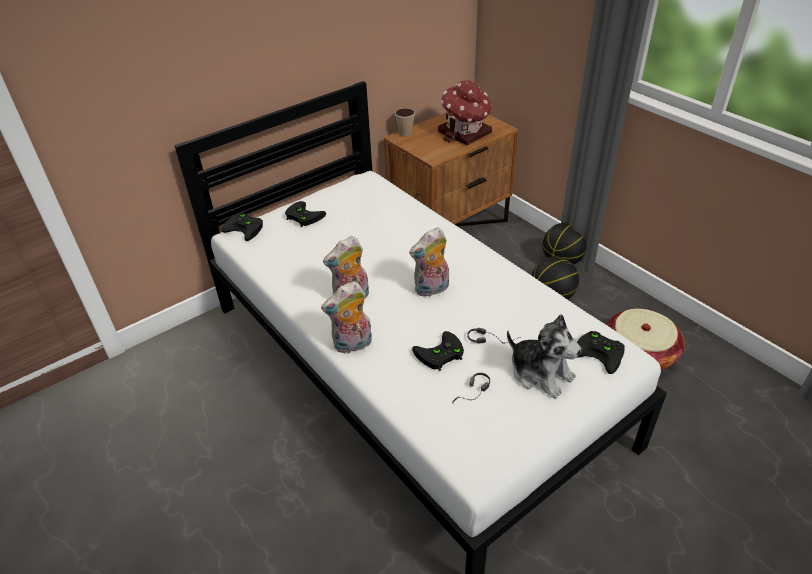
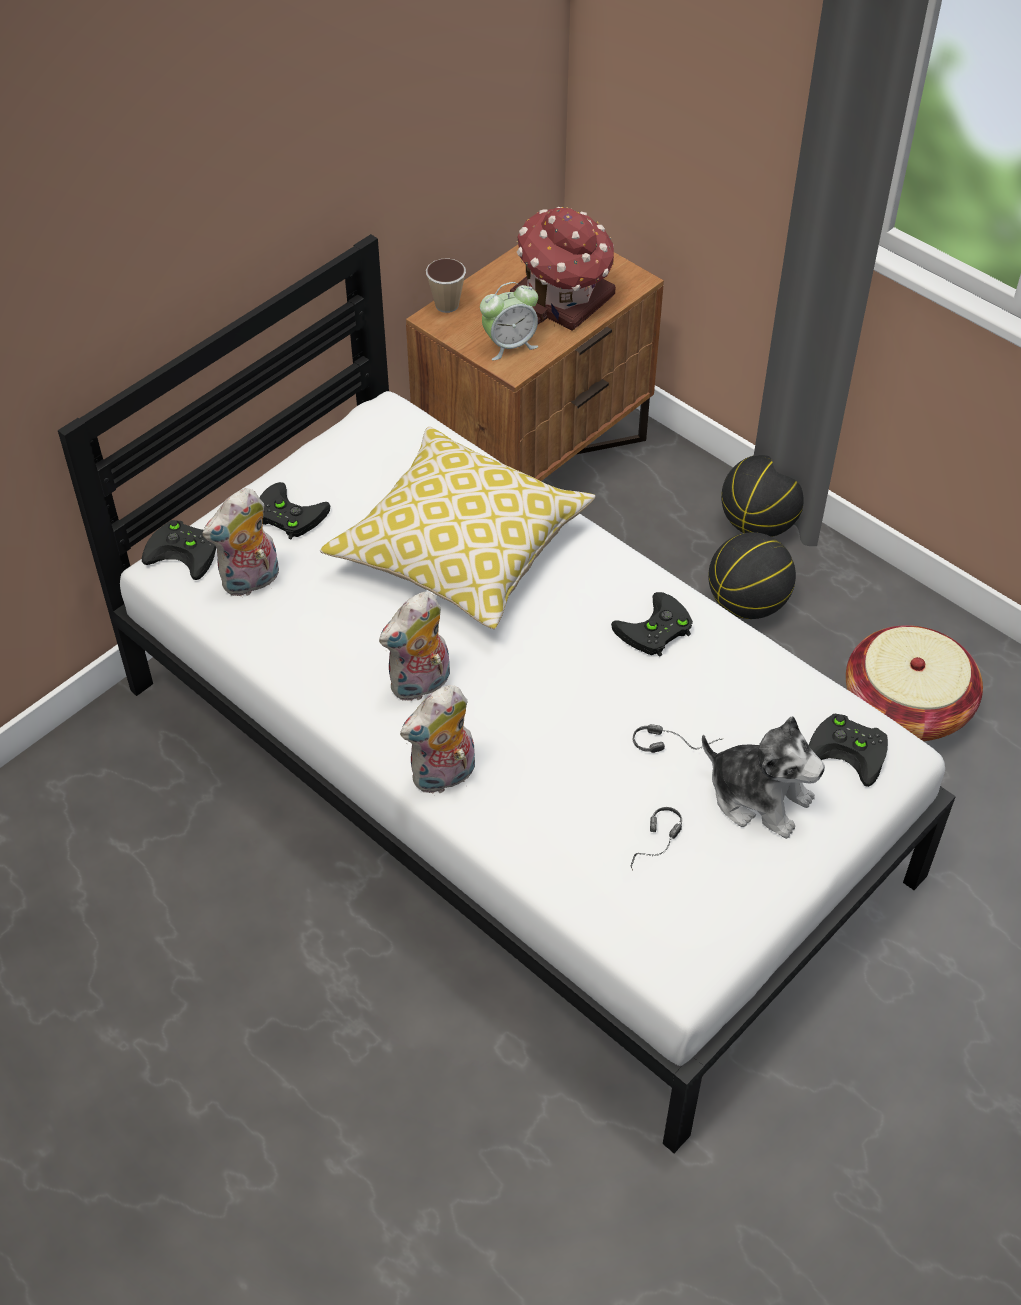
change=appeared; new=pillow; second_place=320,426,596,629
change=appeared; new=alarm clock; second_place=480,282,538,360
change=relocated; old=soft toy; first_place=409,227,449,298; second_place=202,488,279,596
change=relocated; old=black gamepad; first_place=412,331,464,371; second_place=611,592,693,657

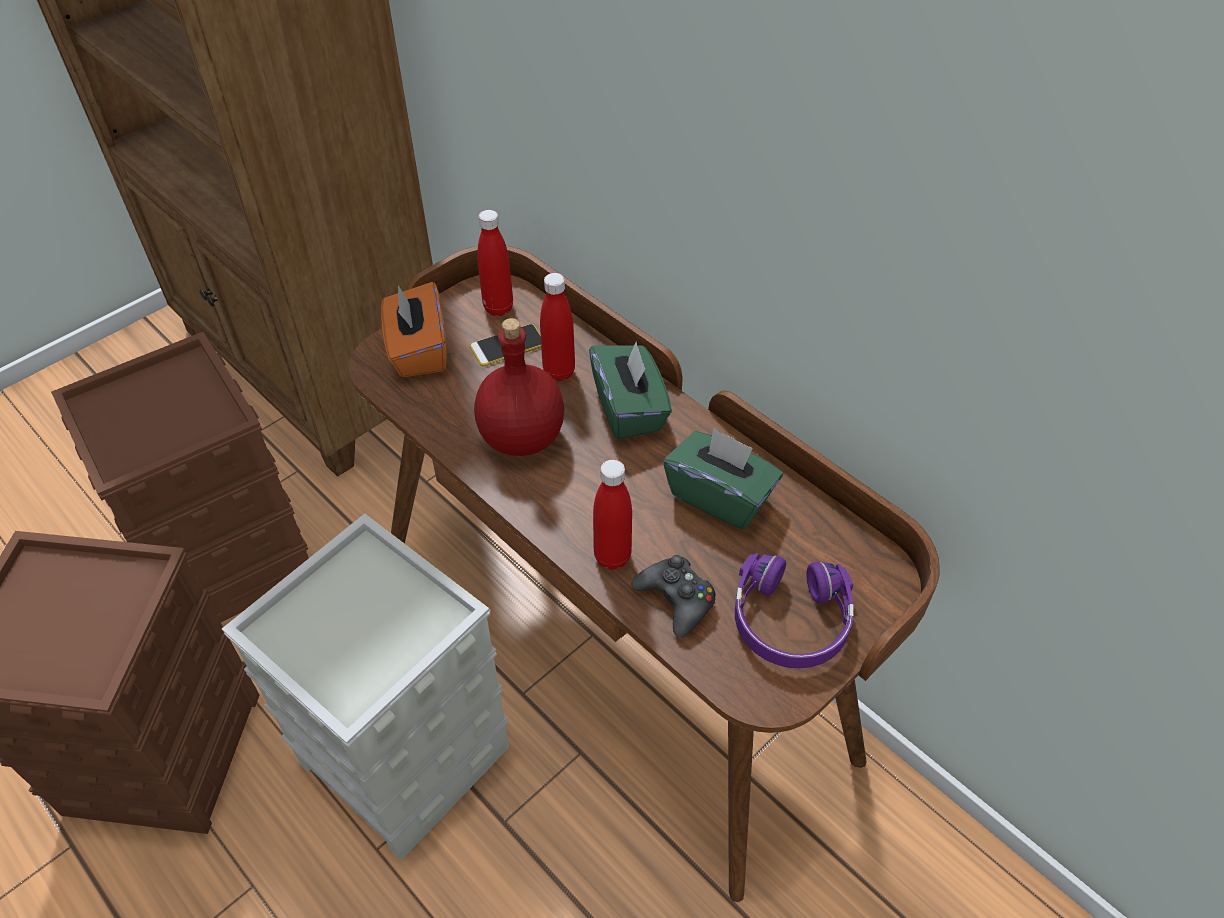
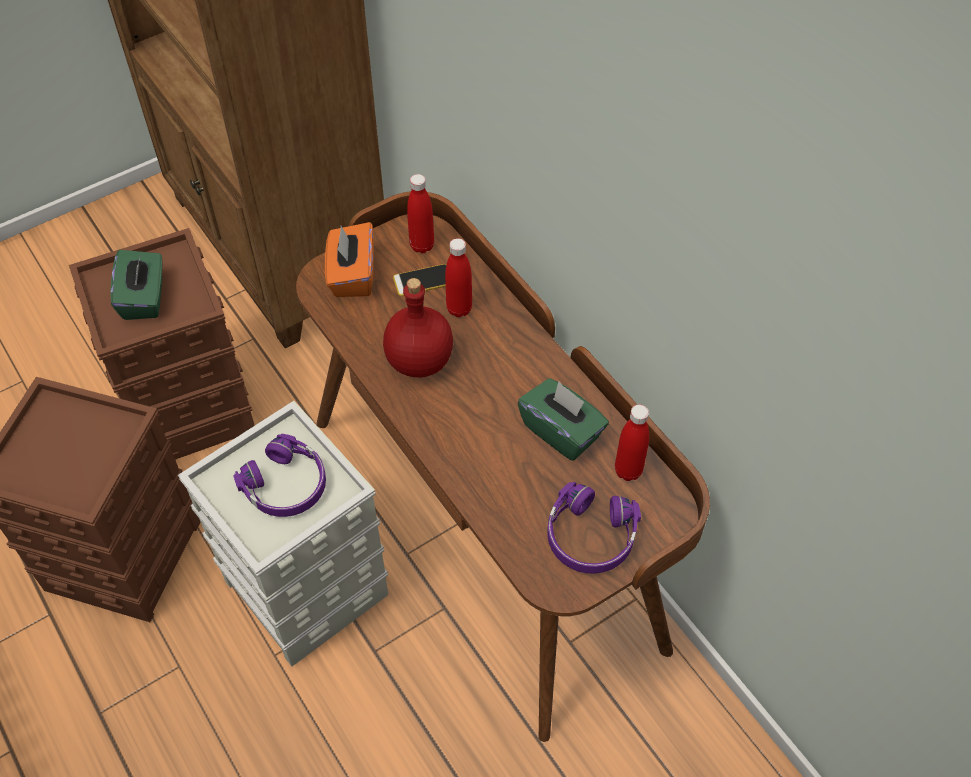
change=missing; old=black gamepad; first_place=632,555,716,638
change=appeared; new=purplish headset; second_place=234,434,326,517
change=relocated; old=green tissue box; first_place=589,340,672,440; second_place=110,250,163,320
change=relocated; old=red drink bottle; first_place=593,460,632,570; second_place=615,405,649,481

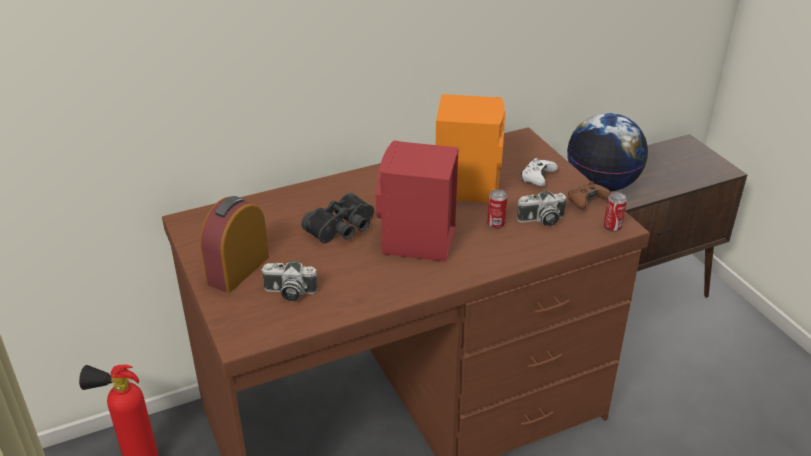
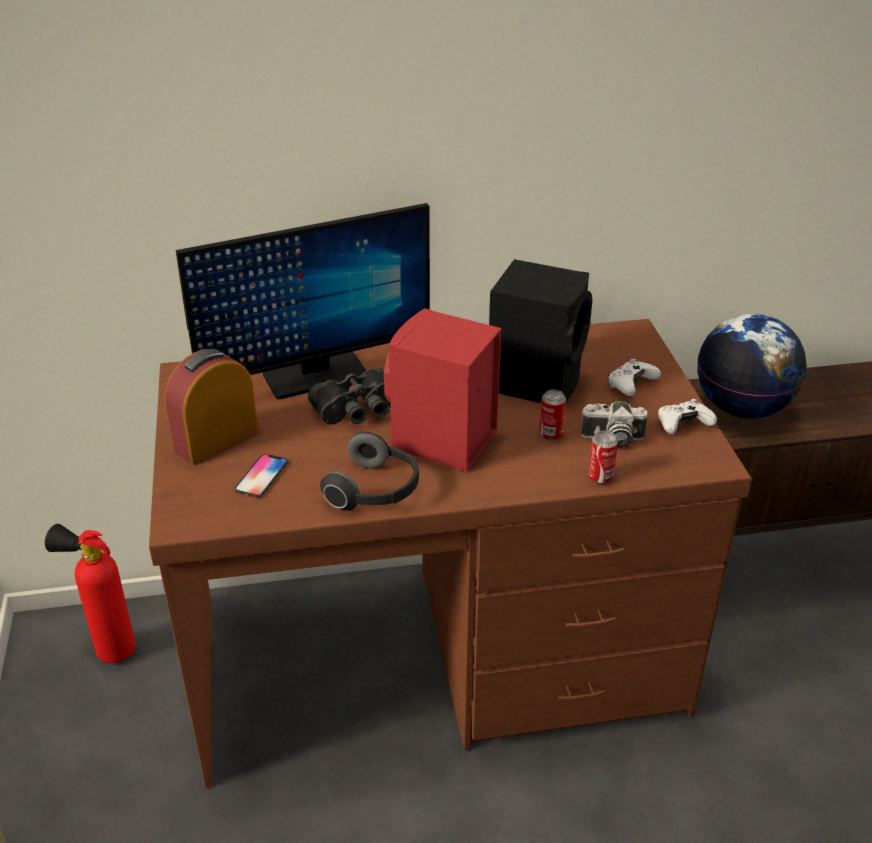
change=appeared; new=computer display; second_place=176,203,430,400
change=appeared; new=headset; second_place=320,432,419,510
change=relocated; old=can; first_place=604,192,627,232; second_place=589,431,618,484
change=exchanged; old=still camera; new=phone; first_place=261,261,318,301; second_place=234,454,288,498
change=colour; old=orange-coloured audio speaker; new=black audio speaker; first_place=436,94,506,203; second_place=489,259,592,403
change=colour; old=brown gamepad; new=white gamepad; first_place=568,181,611,210; second_place=658,399,717,434

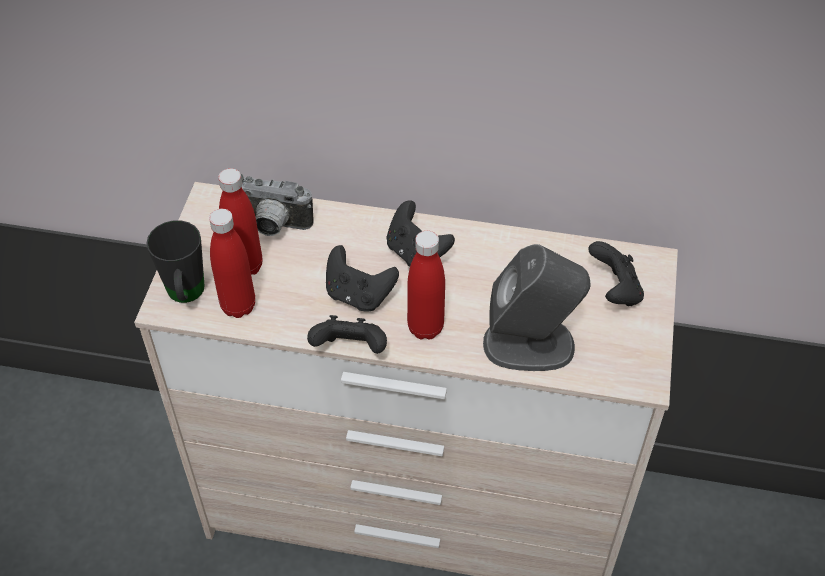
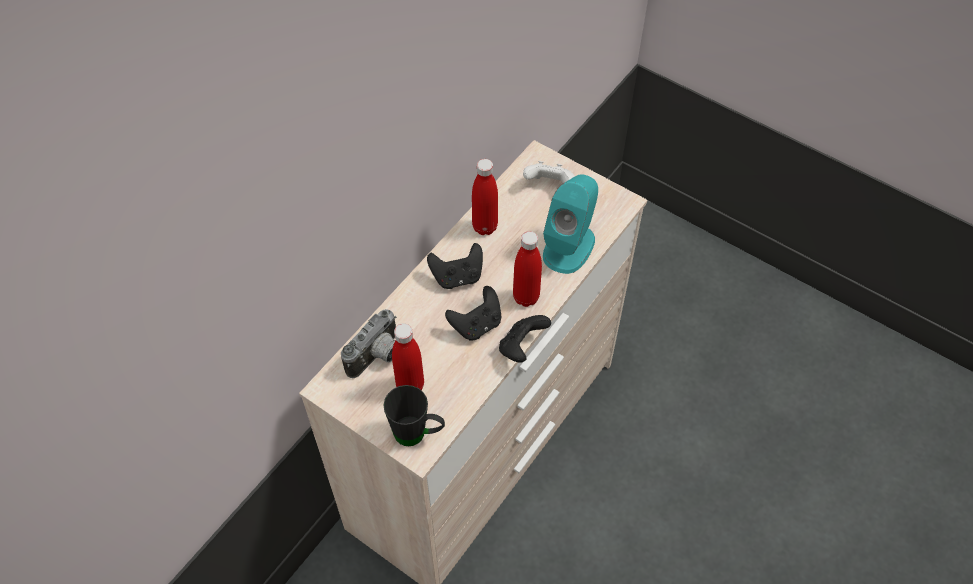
change=relocated; old=red drink bottle; first_place=209,209,255,318; second_place=472,159,498,235
change=colour; old=greyish audio speaker; new=turquoise audio speaker; first_place=483,244,590,371; second_place=543,174,598,274
change=colour; old=black gamepad; new=white gamepad; first_place=589,241,644,306; second_place=523,161,575,183

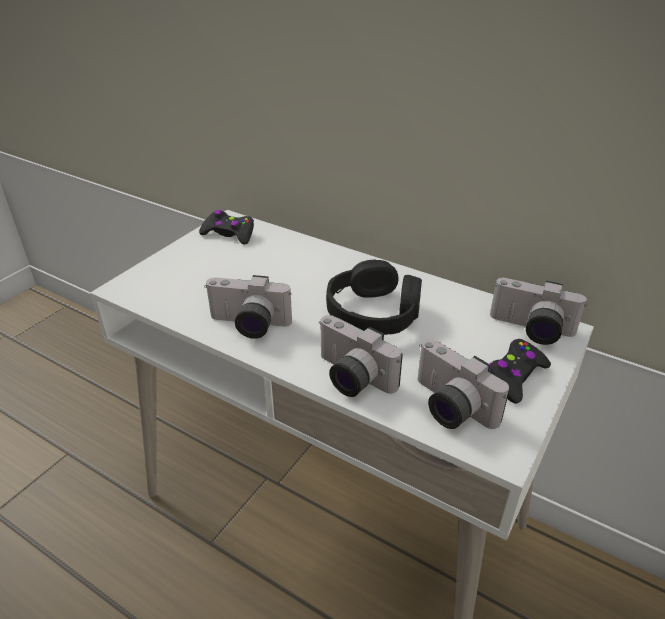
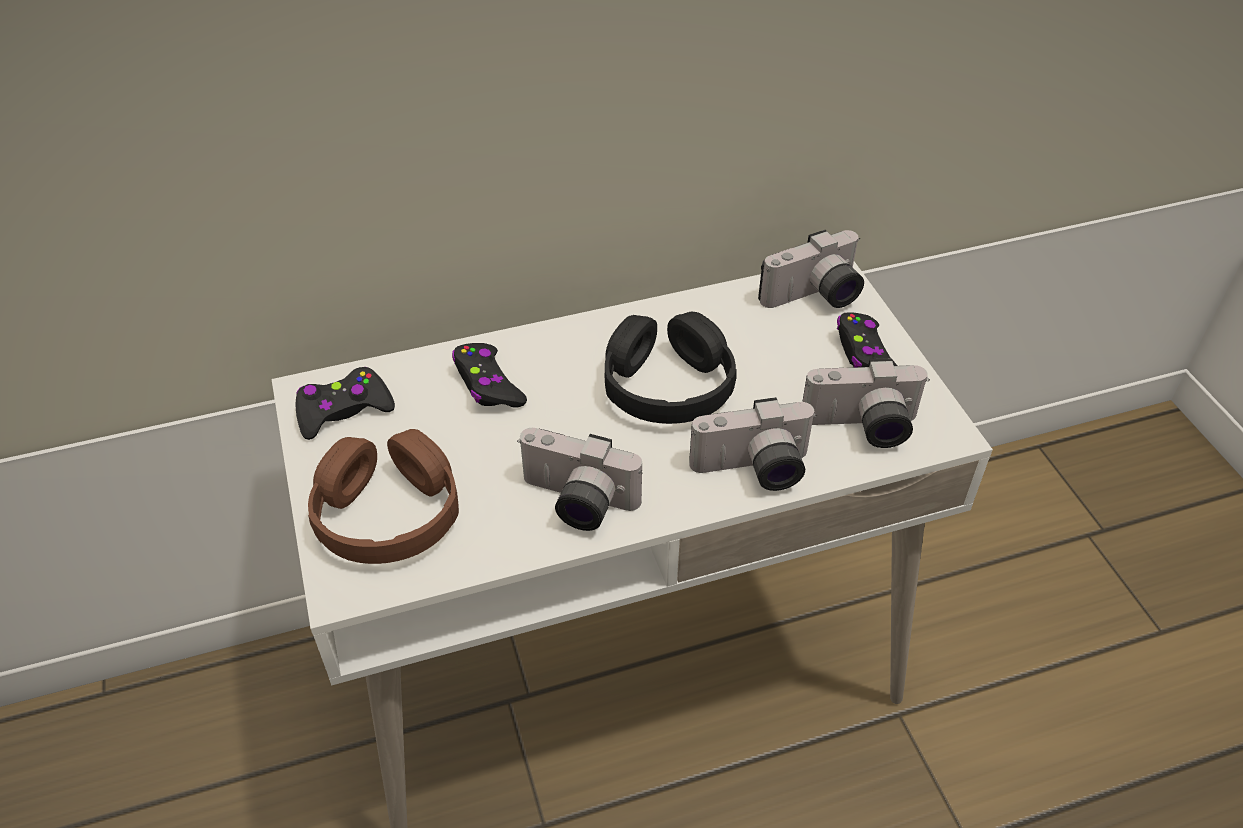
change=appeared; new=brown headset; second_place=308,429,459,564
change=appeared; new=black gamepad; second_place=452,343,527,408
change=spun; old=still camera; first_place=204,275,292,339; second_place=517,428,643,531; degrees=60

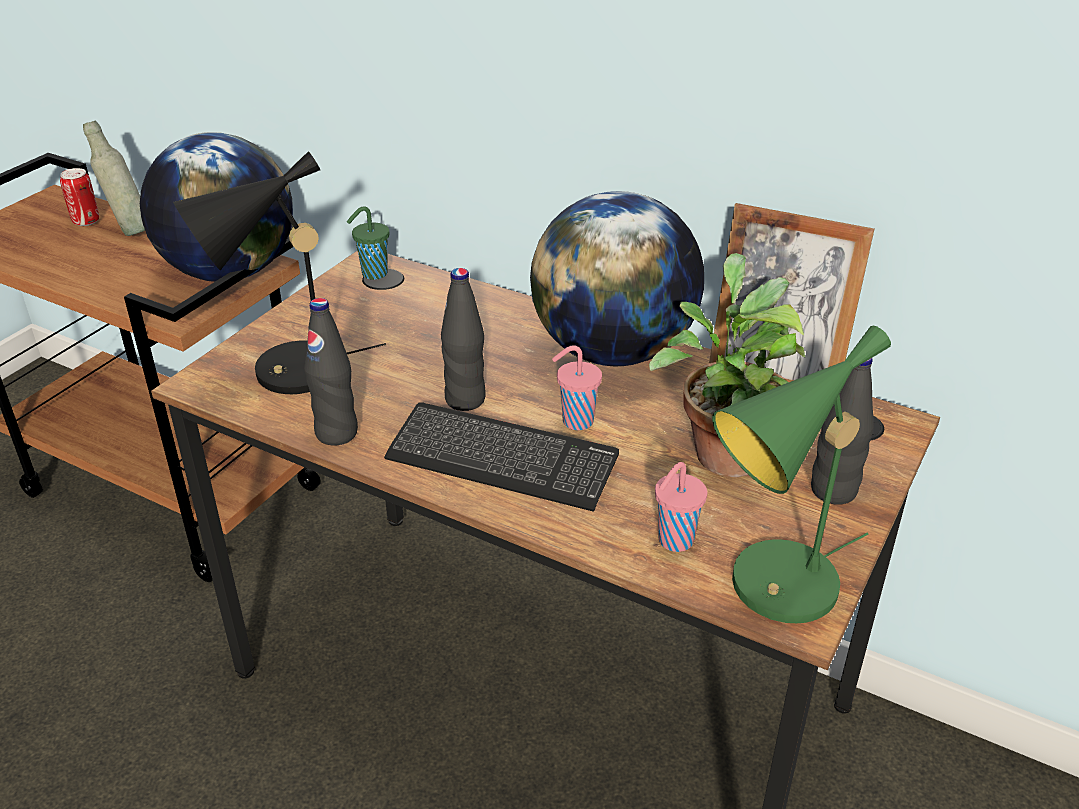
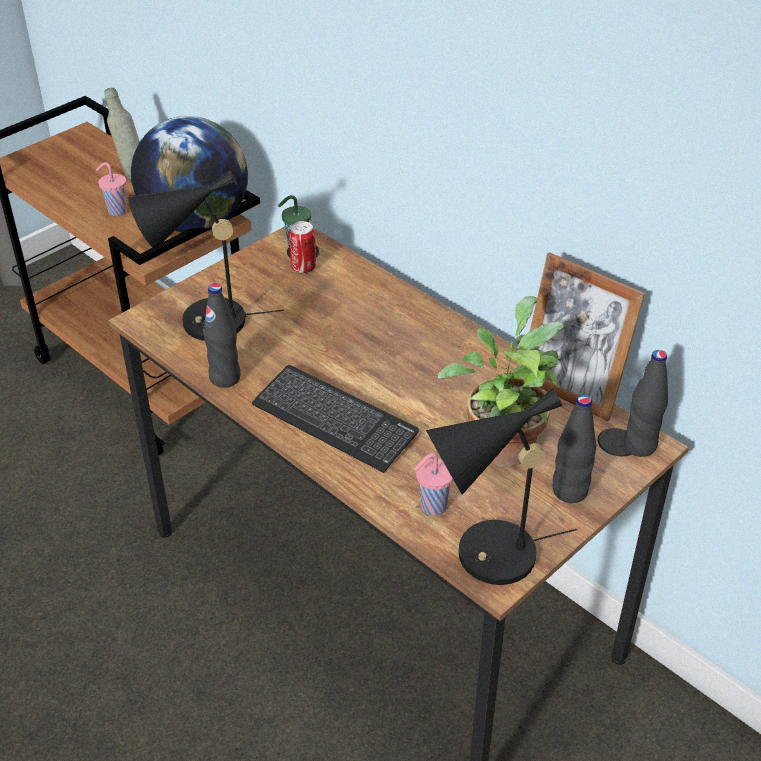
change=missing; old=world globe; first_place=530,191,704,366
change=relocated; old=can; first_place=60,168,99,226; second_place=289,221,316,273
change=relocated; old=black drink bottle; first_place=441,268,486,411; second_place=623,350,668,457
change=relocated; old=pinkish small cup; first_place=552,345,602,430; second_place=96,162,127,216
change=colour; old=green lamp for a table; new=black lamp for a table; first_place=712,326,891,623; second_place=426,389,577,585

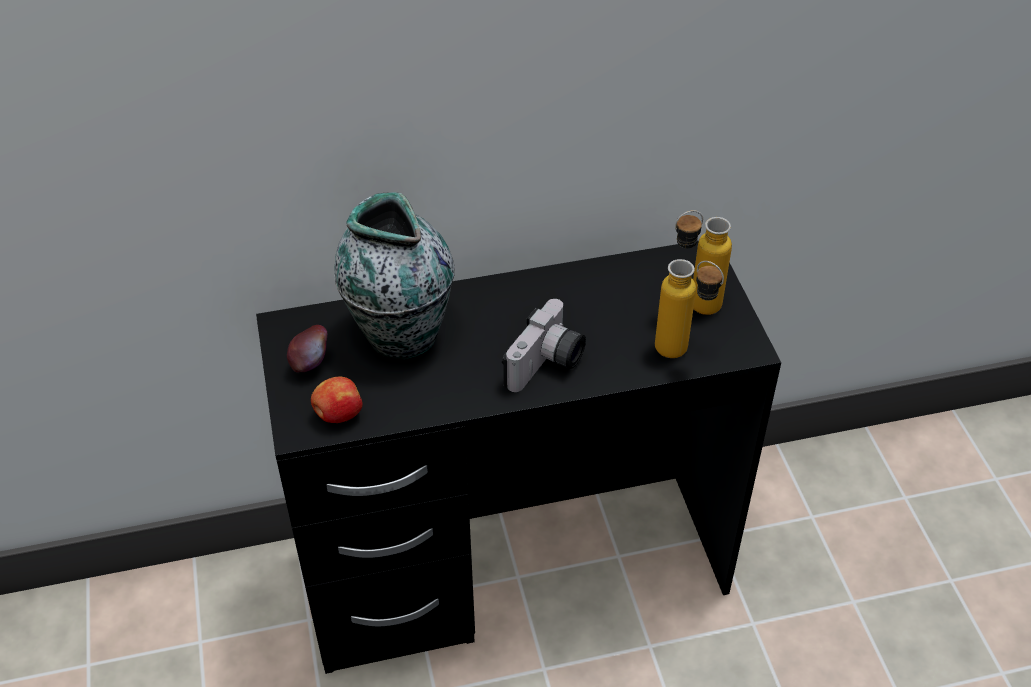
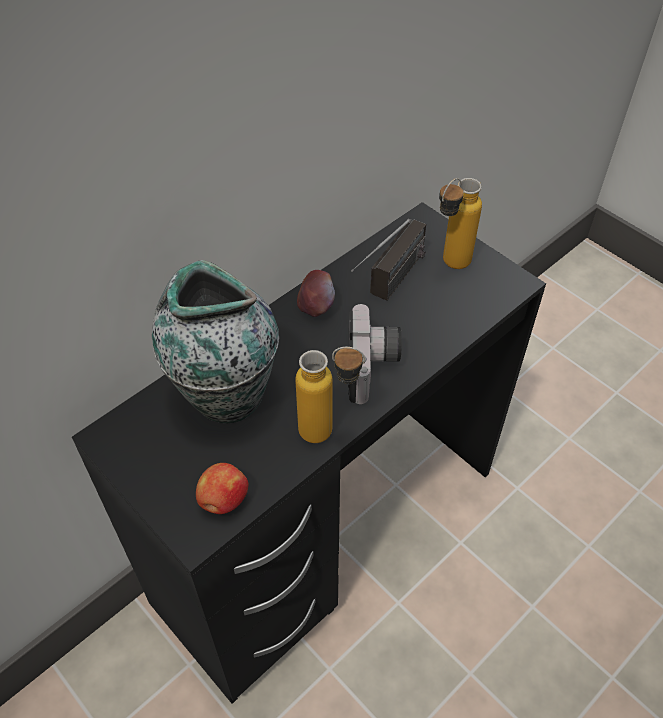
change=appeared; new=radio receiver; second_place=351,219,426,301
change=relocated; old=apple fruit; first_place=287,325,327,373; second_place=297,270,335,317
change=relocated; old=drink bottle; first_place=655,259,724,358; second_place=295,347,365,443

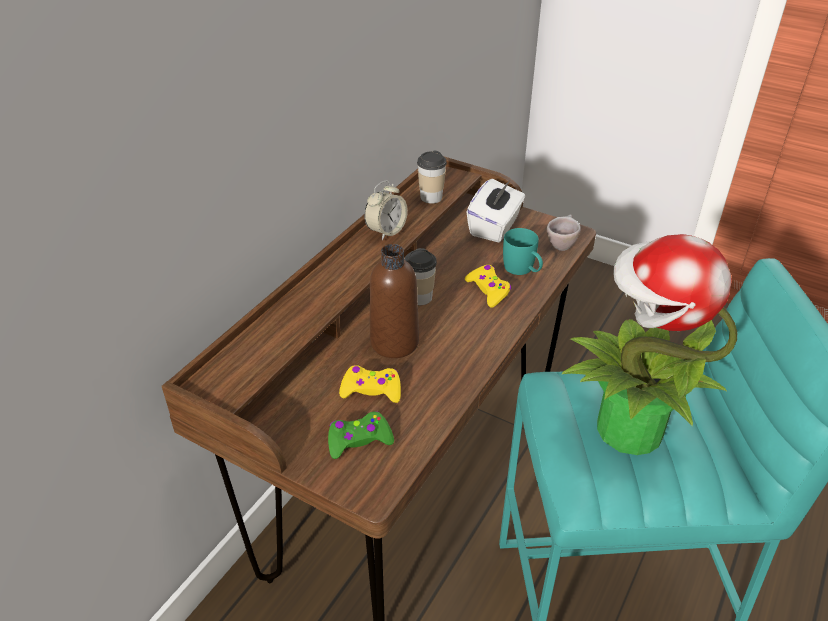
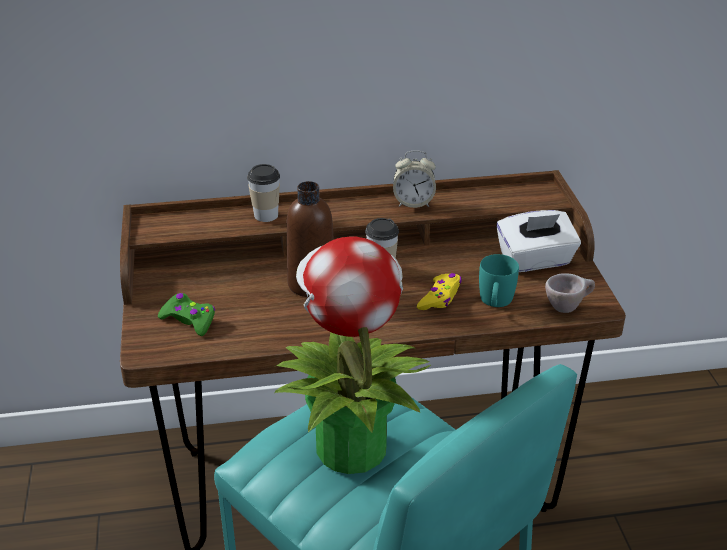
change=missing; old=yellow-coloured gamepad; first_place=339,365,401,403
change=relocated; old=small cup; first_place=417,151,447,204; second_place=247,164,280,222

